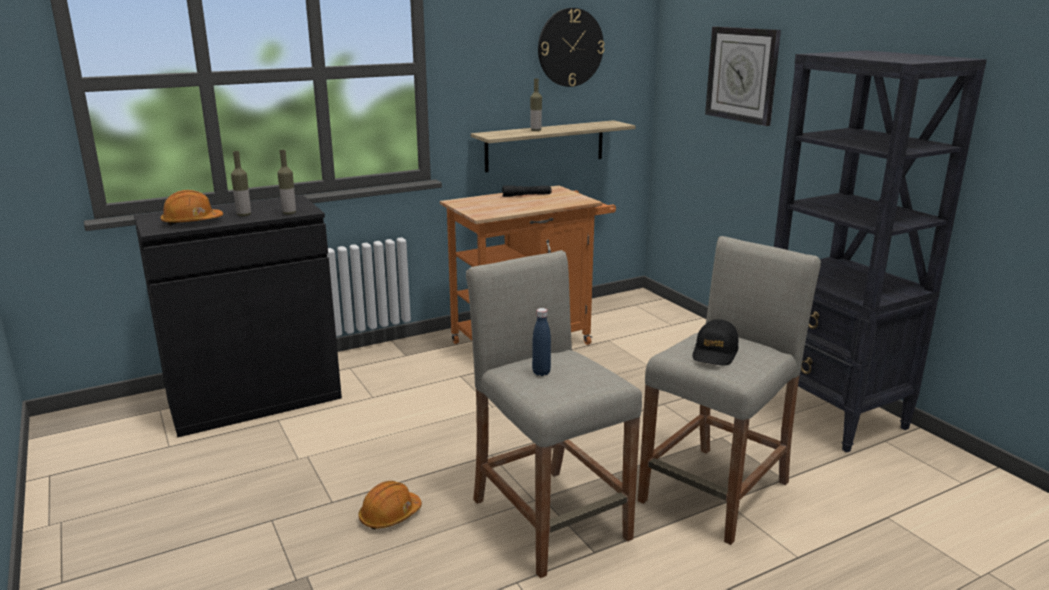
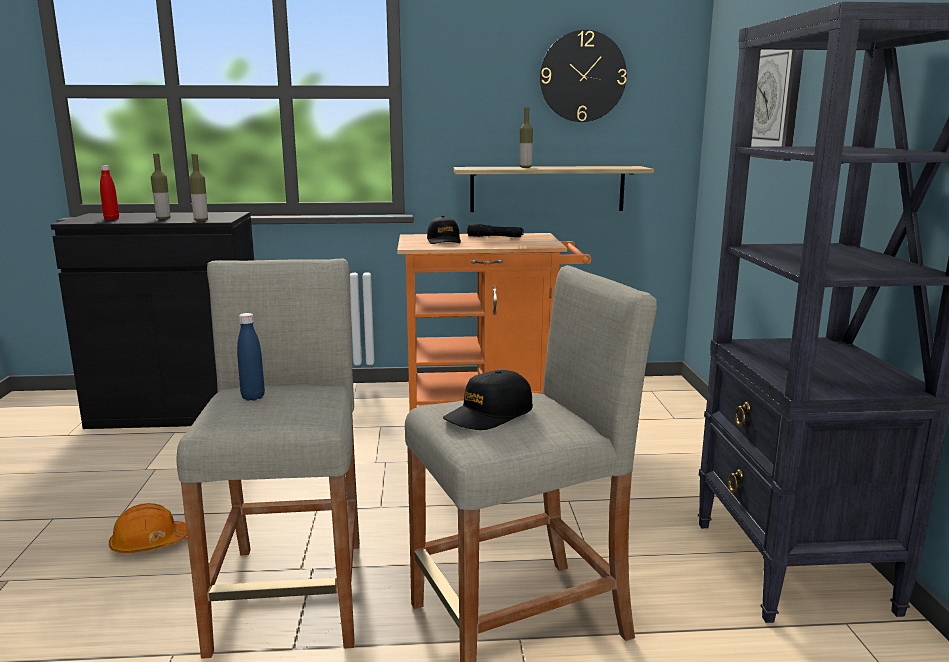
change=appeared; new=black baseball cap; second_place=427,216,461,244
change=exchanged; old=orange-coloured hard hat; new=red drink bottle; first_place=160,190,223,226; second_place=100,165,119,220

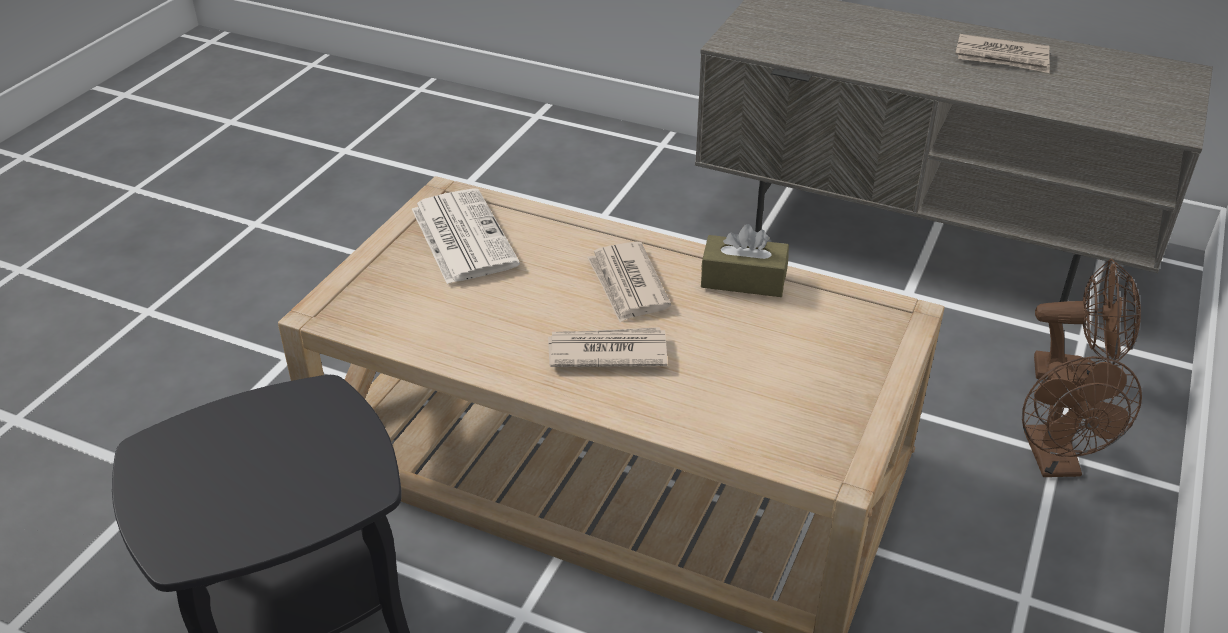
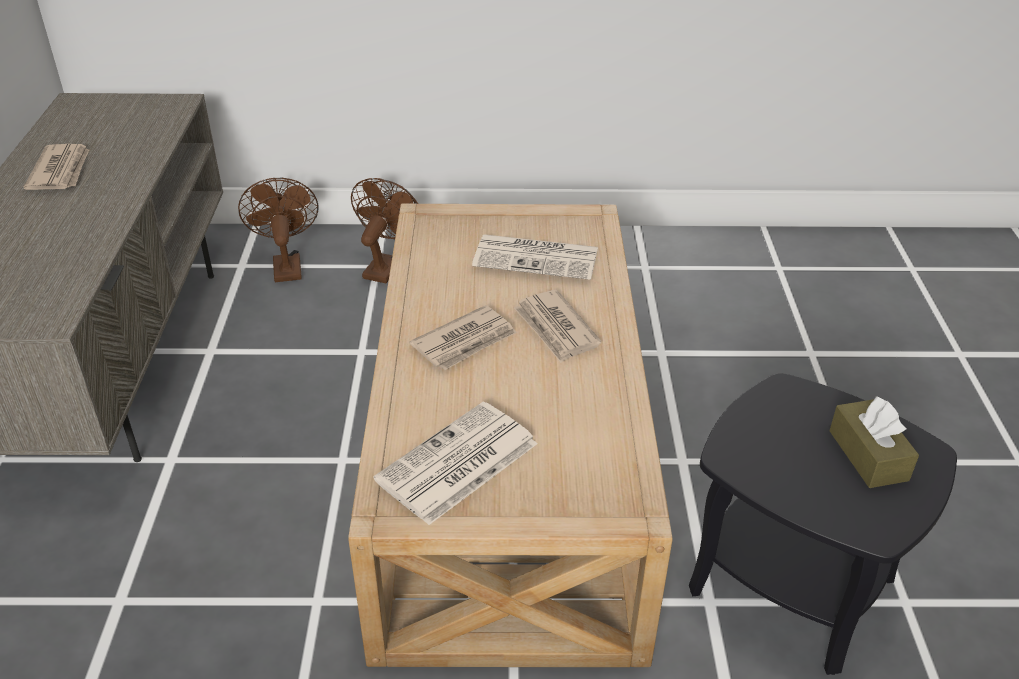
change=appeared; new=daily paper; second_place=472,234,598,280
change=relocated; old=brown tissue box; first_place=701,224,789,297; second_place=829,397,919,488
change=spun; old=brown fan; first_place=1022,356,1142,477; second_place=351,178,418,283; degrees=-45

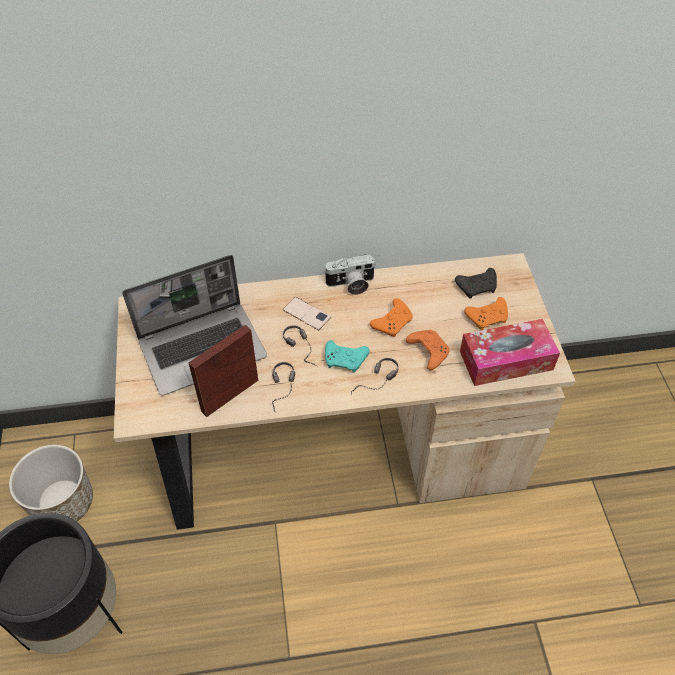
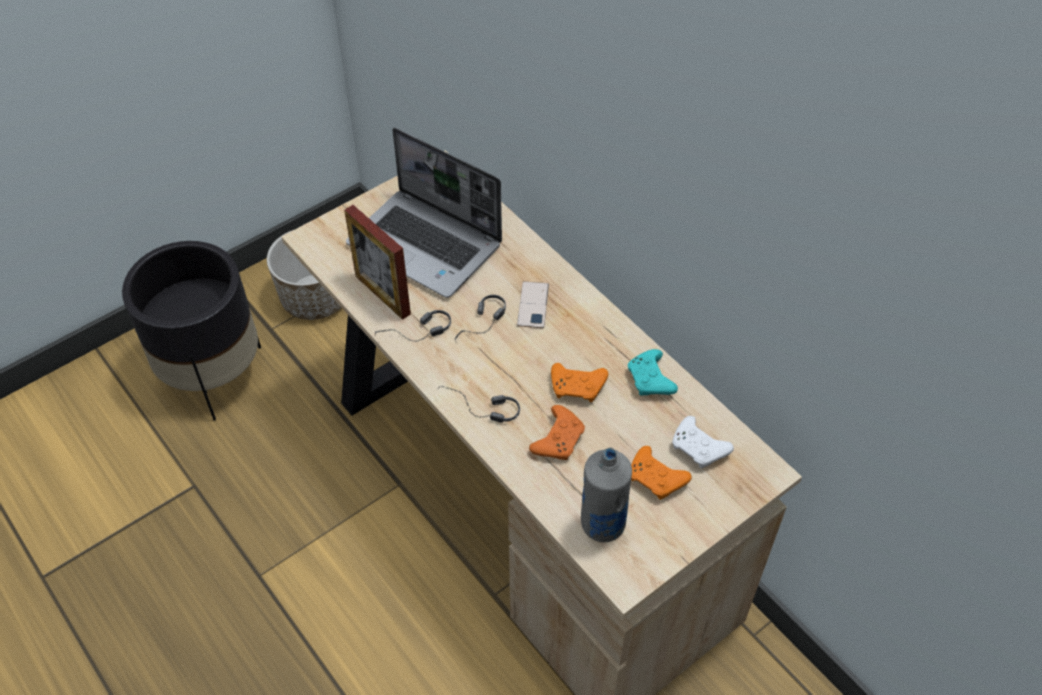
change=missing; old=still camera; first_place=325,254,376,295
change=relocated; old=turquoise gamepad; first_place=325,340,369,373; second_place=628,349,678,396
change=exchanged; old=tissue box; new=greyish drink bottle; first_place=460,319,560,386; second_place=581,447,632,542
change=colour; old=black gamepad; new=white gamepad; first_place=455,268,497,299; second_place=672,416,734,468
change=spun; old=standing frame; first_place=188,325,258,417; second_place=344,205,411,320; degrees=-150

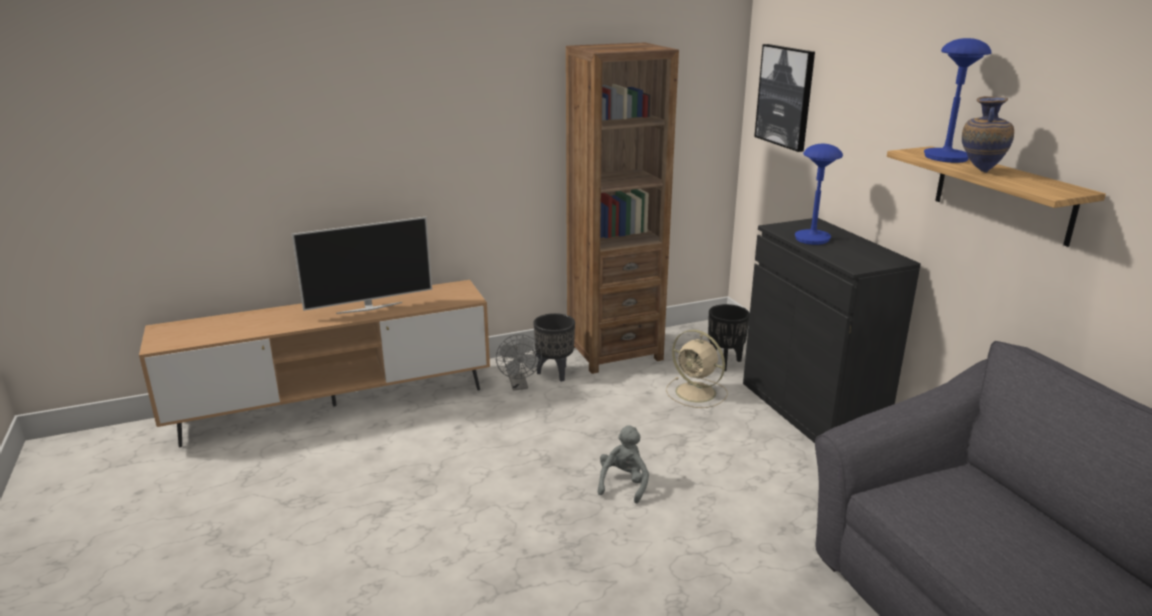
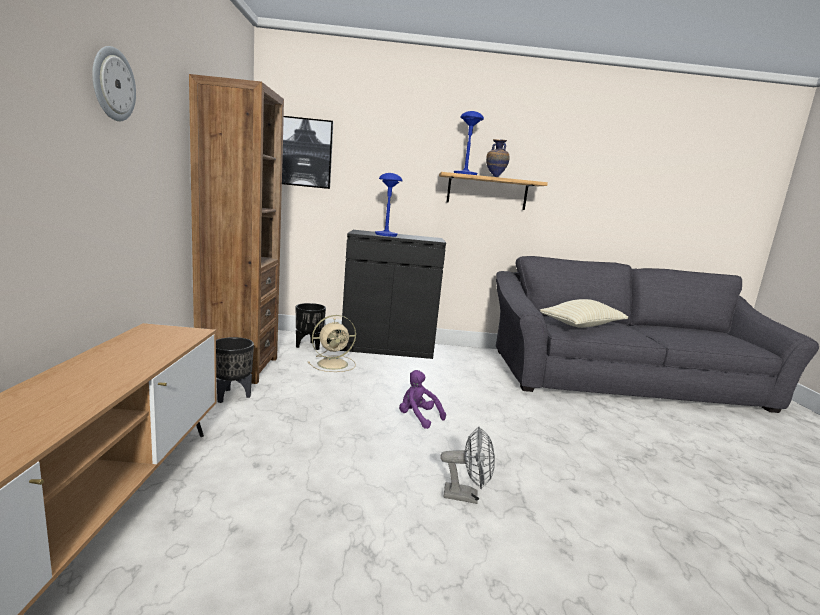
change=missing; old=TV set; first_place=292,217,432,314
change=appeared; new=wall clock; second_place=92,46,136,121
change=appeared; new=beige-coloured pillow; second_place=540,299,628,328
change=relocated; old=greyish fan; first_place=496,334,542,390; second_place=440,427,495,504
change=colour; old=greyish soft toy; new=purplish soft toy; first_place=598,425,649,504; second_place=399,370,446,429

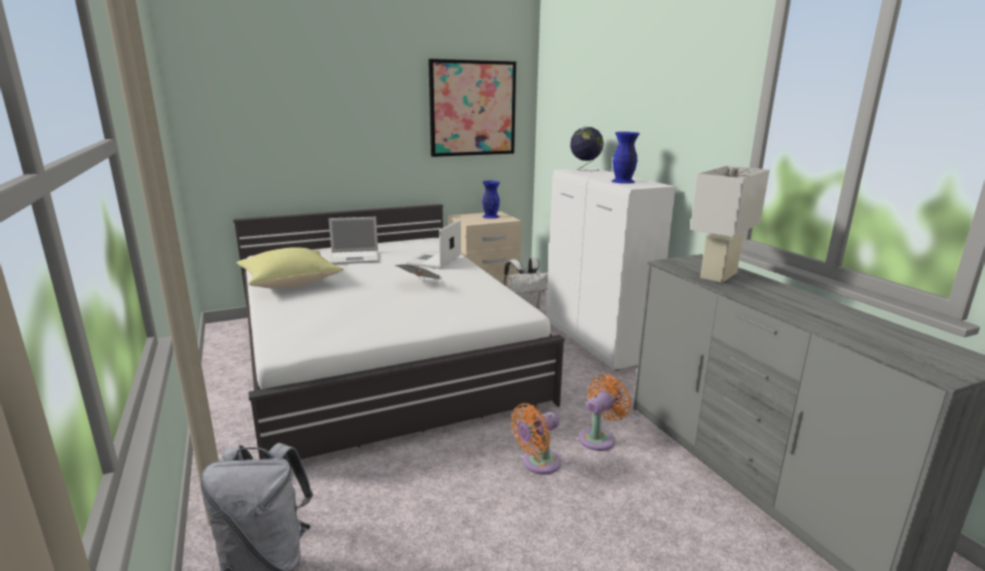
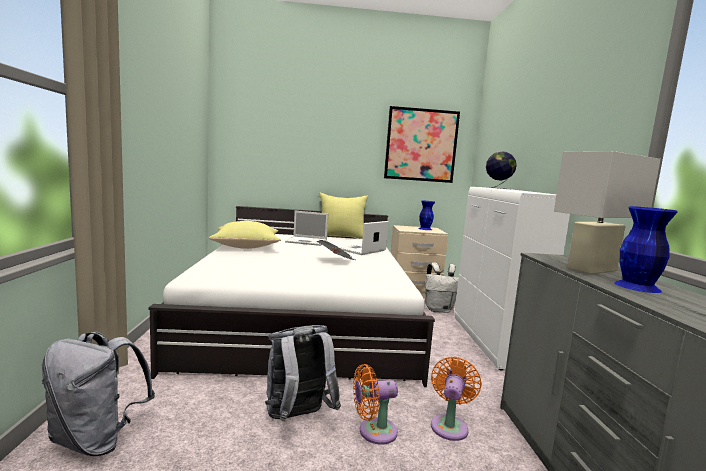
change=appeared; new=greyish knapsack; second_place=265,325,341,421
change=appeared; new=yellow-coloured pillow; second_place=319,193,368,239
change=relocated; old=blue decorative vase; first_place=611,132,640,184; second_place=614,206,678,293
change=spun; old=orange-coloured fan; first_place=579,374,631,451; second_place=431,357,482,441; degrees=-45

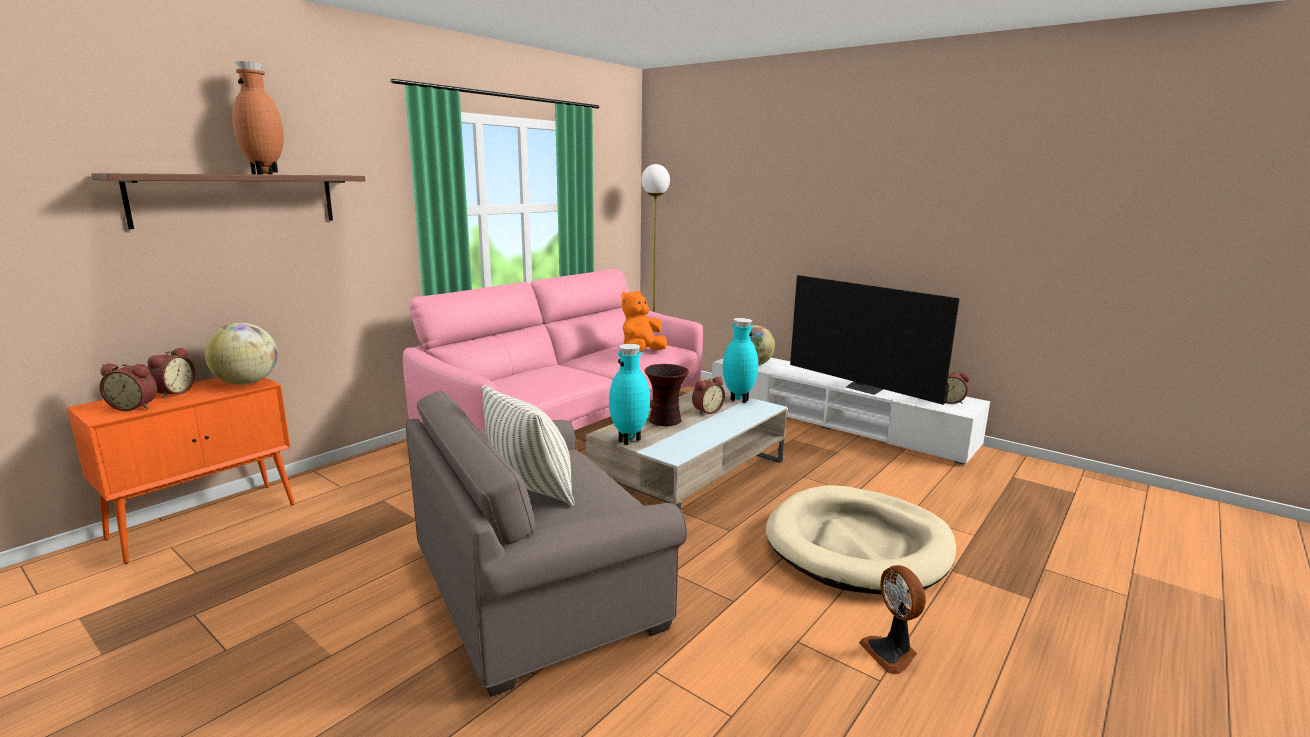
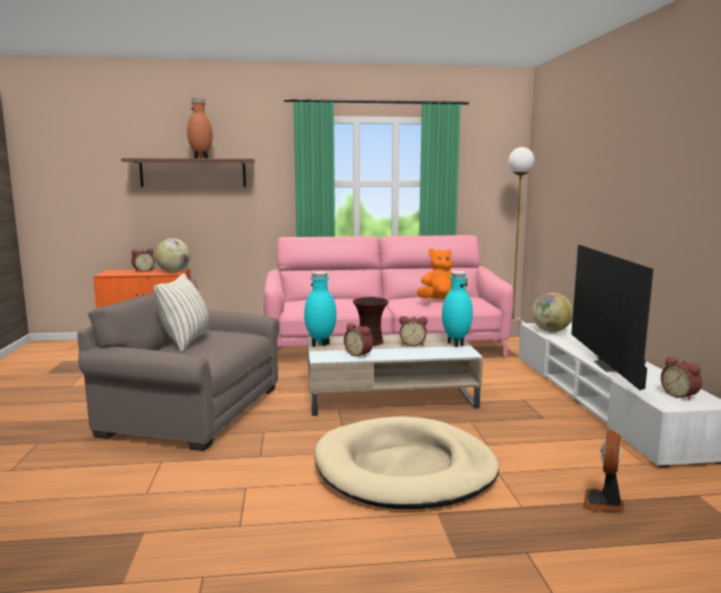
change=relocated; old=alarm clock; first_place=100,364,157,411; second_place=344,323,373,358
change=relocated; old=fan; first_place=859,565,926,674; second_place=583,430,624,512

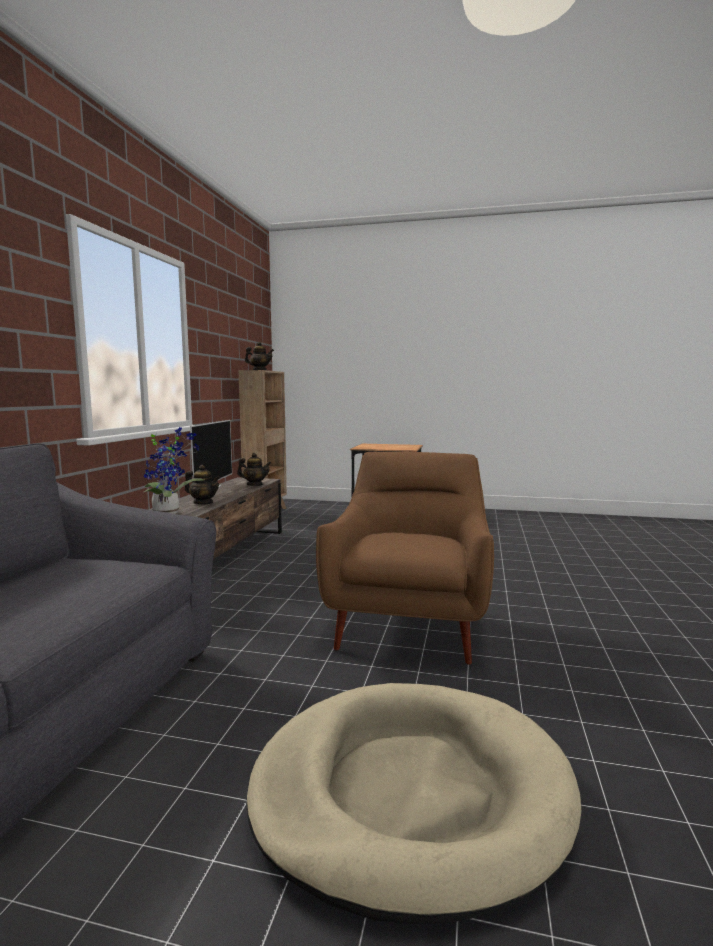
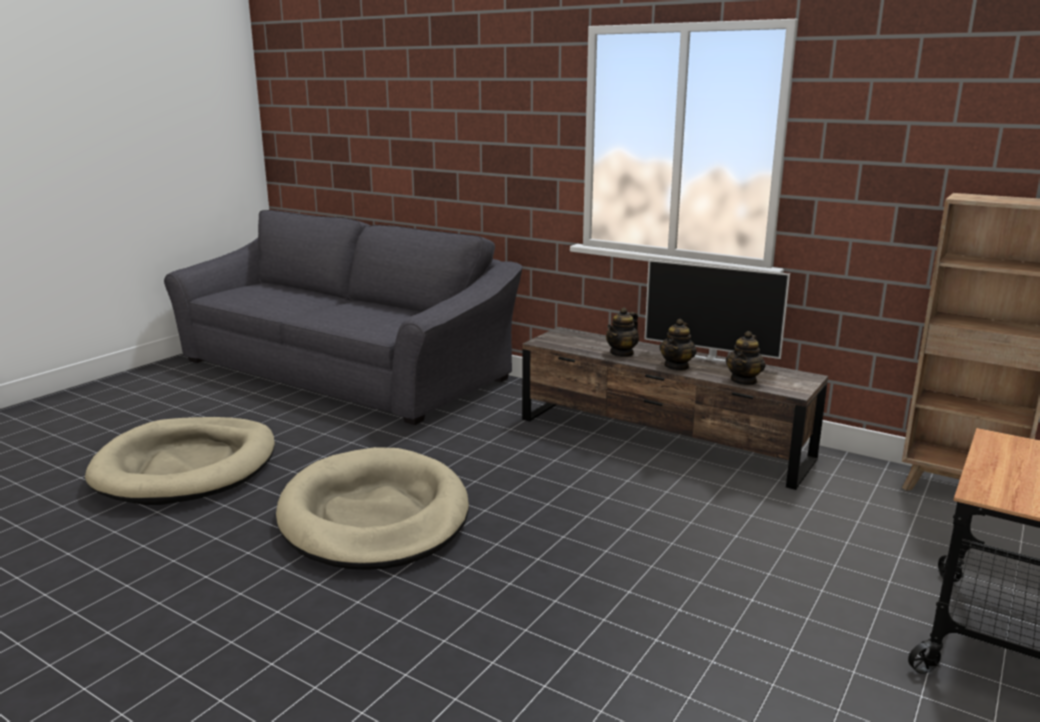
change=missing; old=houseplant; first_place=144,427,204,514
change=relocated; old=pot for tea; first_place=245,342,274,370; second_place=659,319,697,371
change=exchanged; old=brown lounge chair; new=beige-coloured dog bed; first_place=316,452,494,665; second_place=276,447,469,570

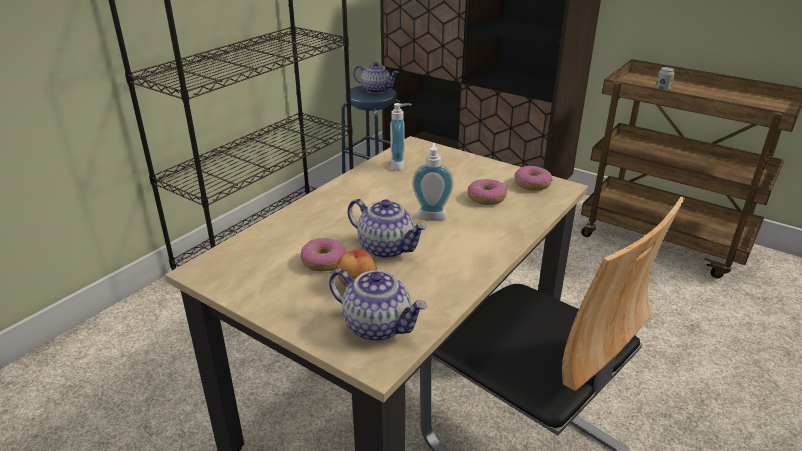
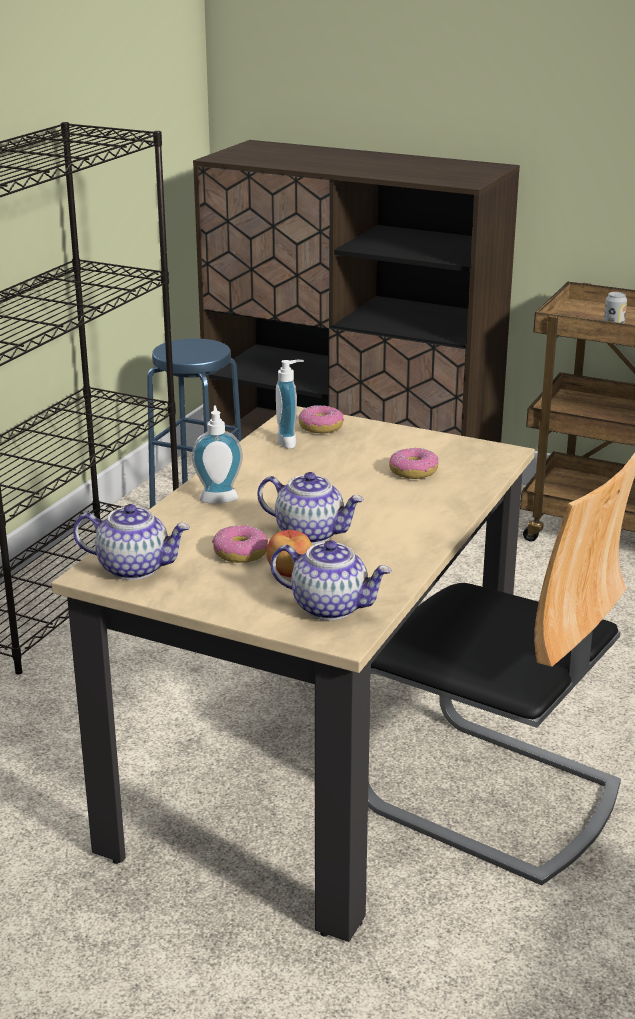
change=relocated; old=pot for tea; first_place=353,62,399,94; second_place=73,504,190,580
change=relocated; old=soap bottle; first_place=412,142,453,221; second_place=192,405,243,504
change=relocated; old=ring doughnut; first_place=515,166,553,191; second_place=299,405,344,434

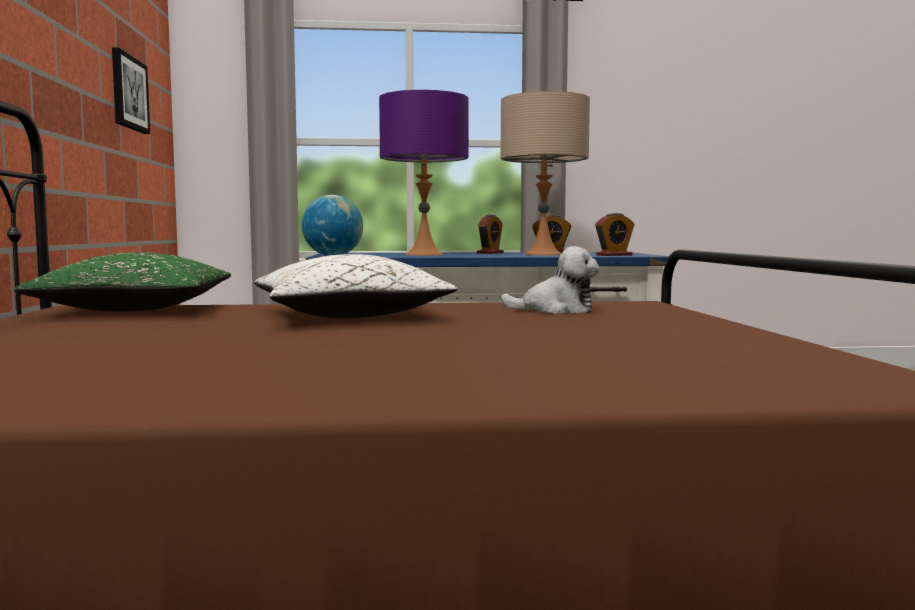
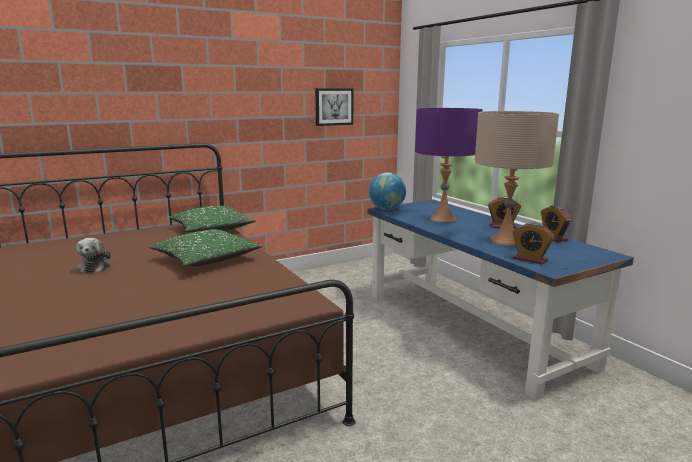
change=relocated; old=soft toy; first_place=500,246,600,314; second_place=76,238,111,273
change=colour; old=white pillow; new=green pillow; first_place=254,254,458,318; second_place=150,229,262,267

